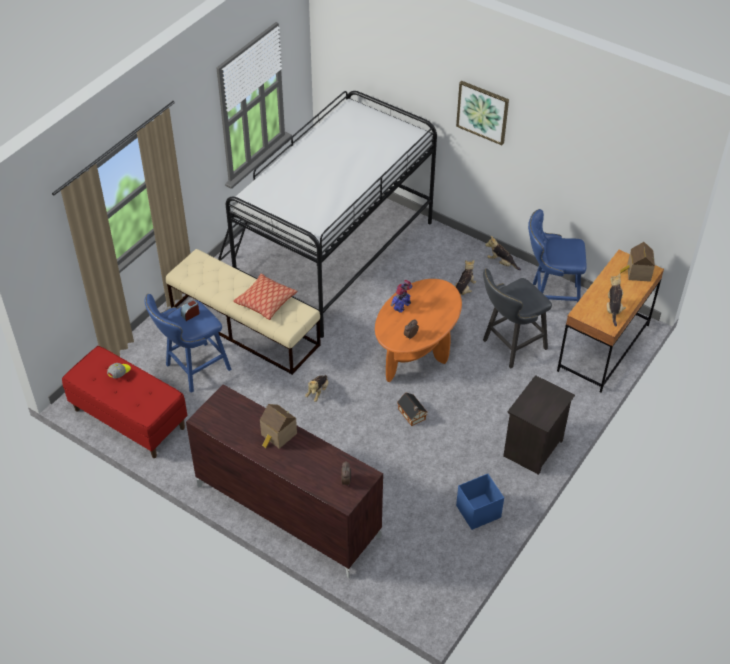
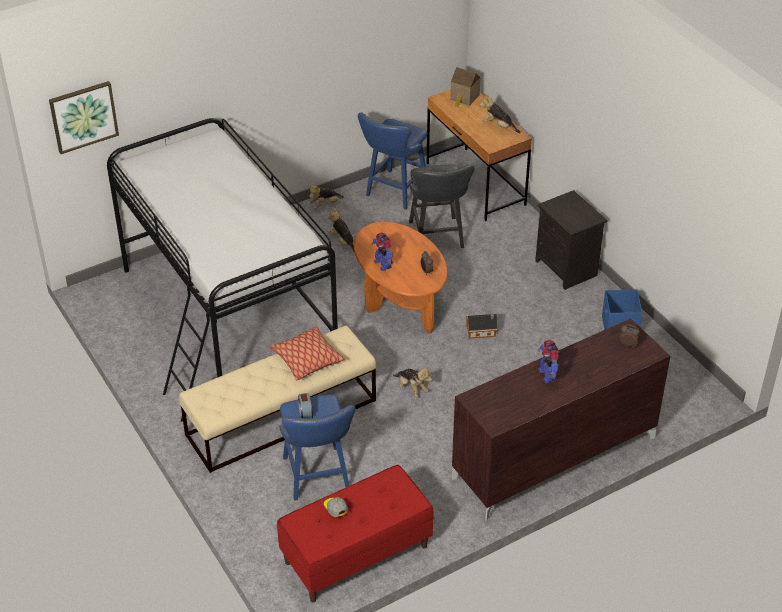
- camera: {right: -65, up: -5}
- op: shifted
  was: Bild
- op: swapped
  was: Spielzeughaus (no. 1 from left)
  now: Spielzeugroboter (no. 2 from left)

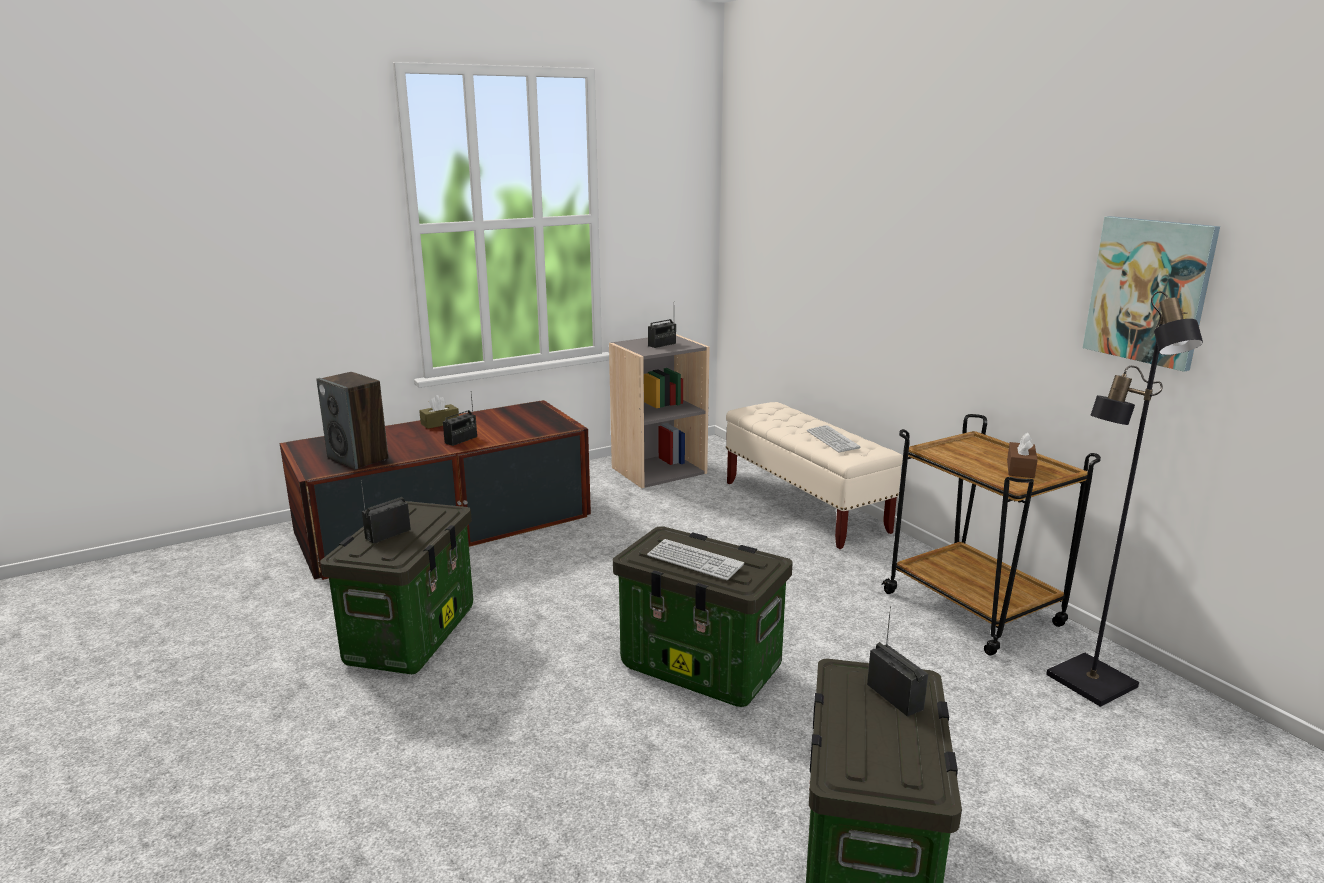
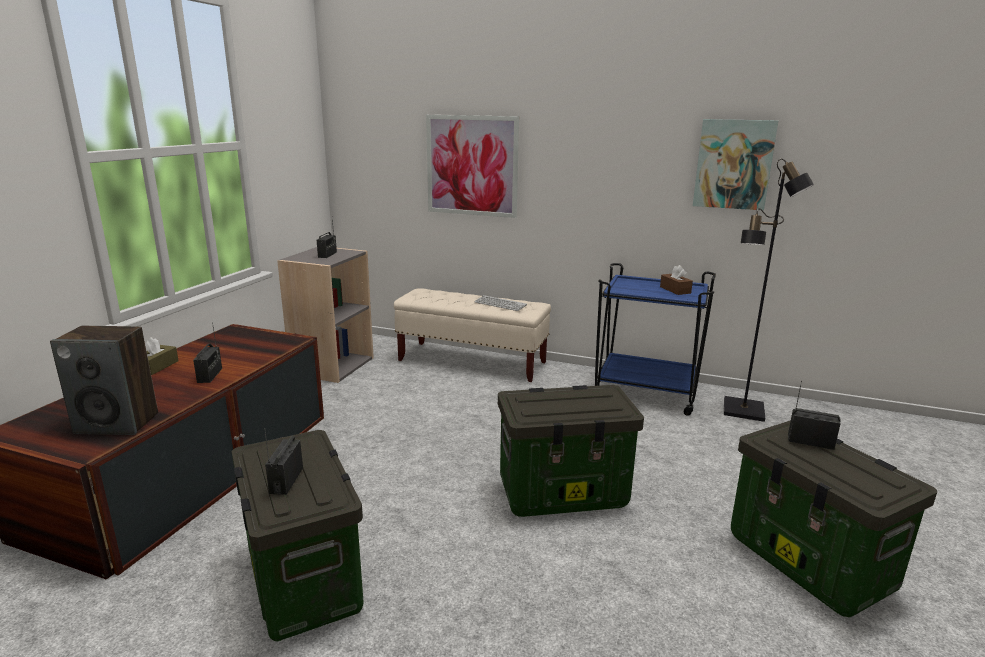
- camera: {right: -40, up: 0}
- op: new
  now: Bild (no. 1 from left)
- op: repainted
  was: Rollwagen (braun)
  now: Rollwagen (blau)
- op: gone
  was: Tastatur (no. 1 from left)

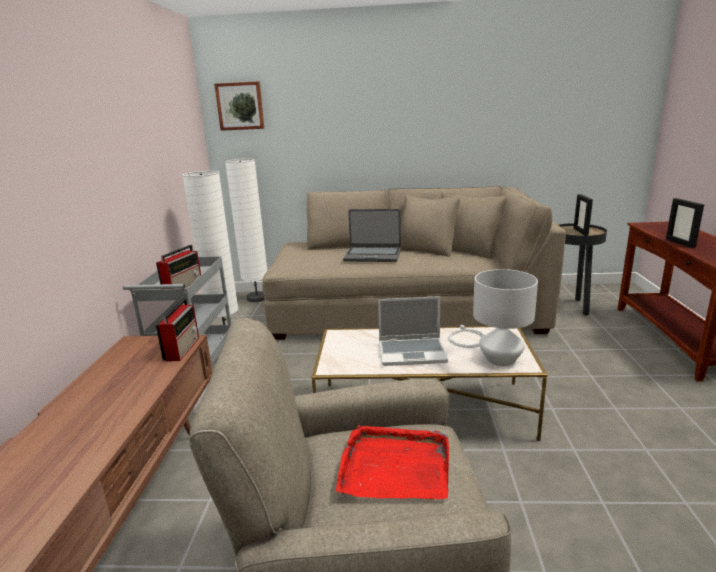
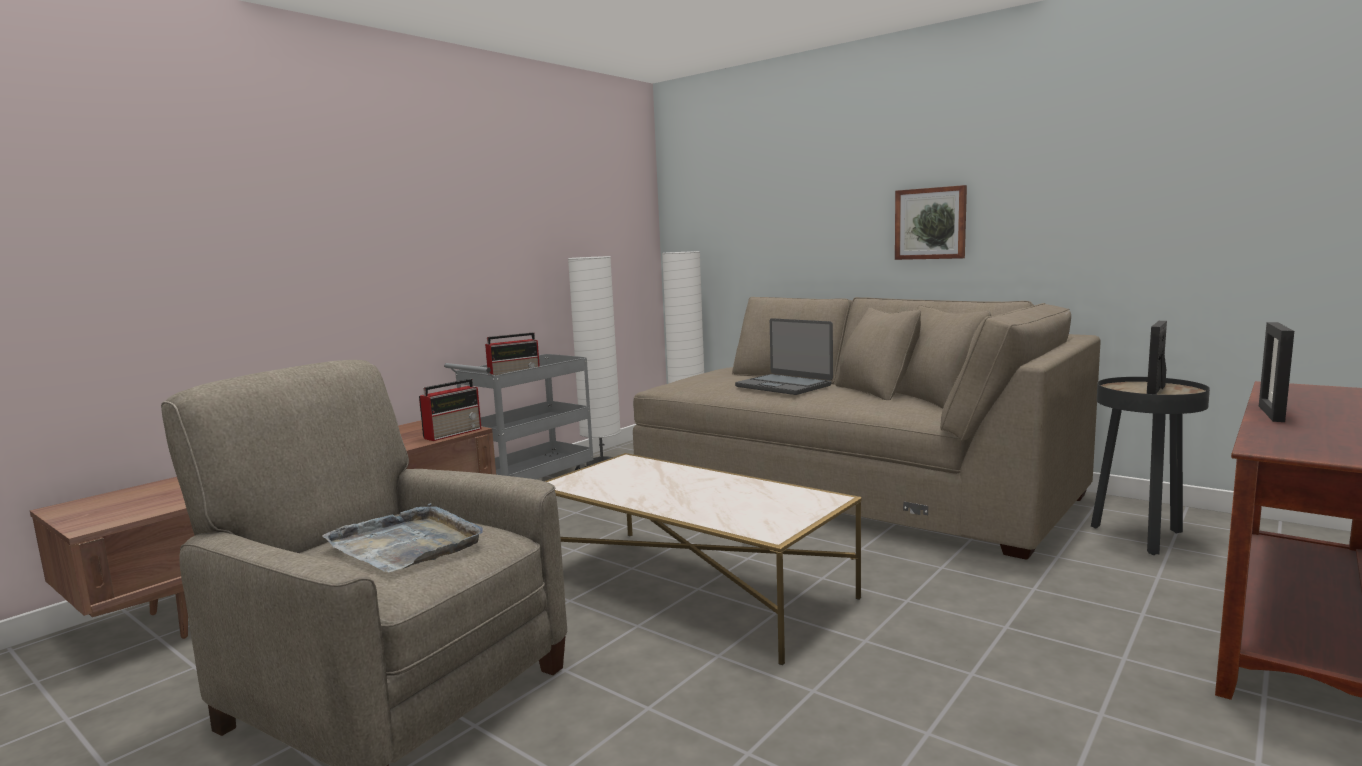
- camera: {right: 35, up: -10}
- op: repainted
  was: Tablett (rot)
  now: Tablett (grau)
- op: shifted
  was: Bild
- op: gone
  was: Laptop (no. 2 from left)
- op: gone
  was: Tischlampe (weiß)

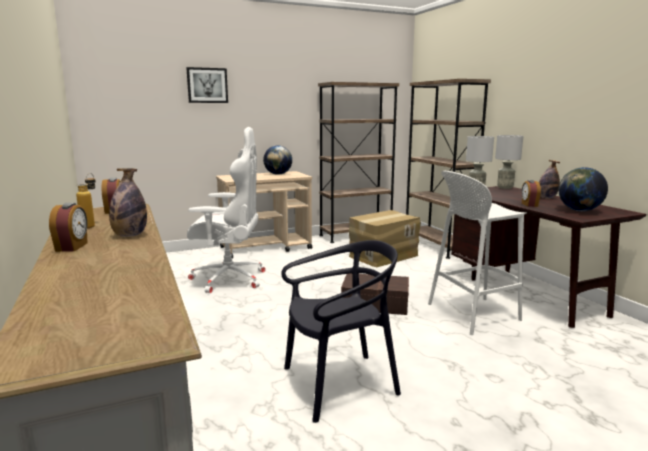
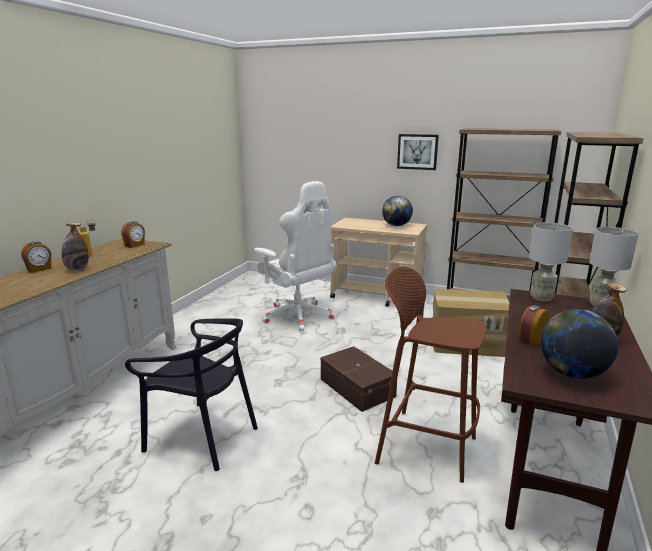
- camera: {right: 45, up: 5}
- op: repainted
  was: Hocker (weiß)
  now: Hocker (braun)
- op: shifted
  was: Bild

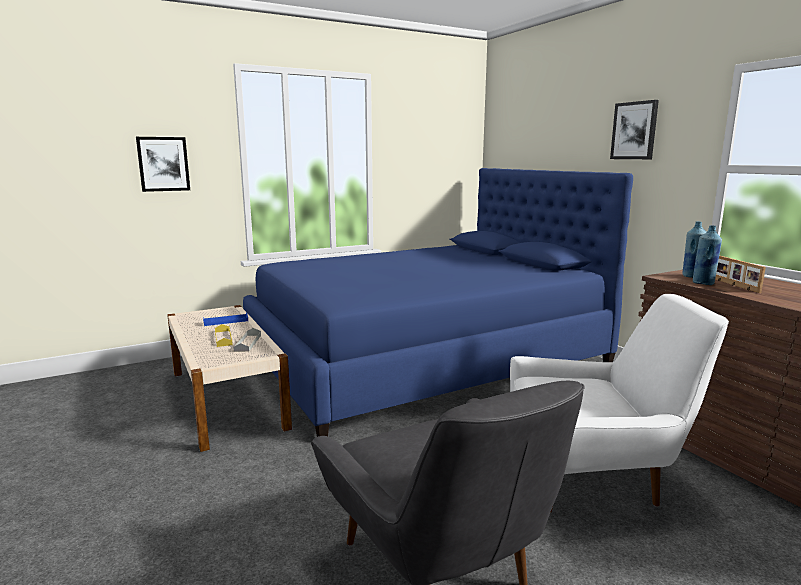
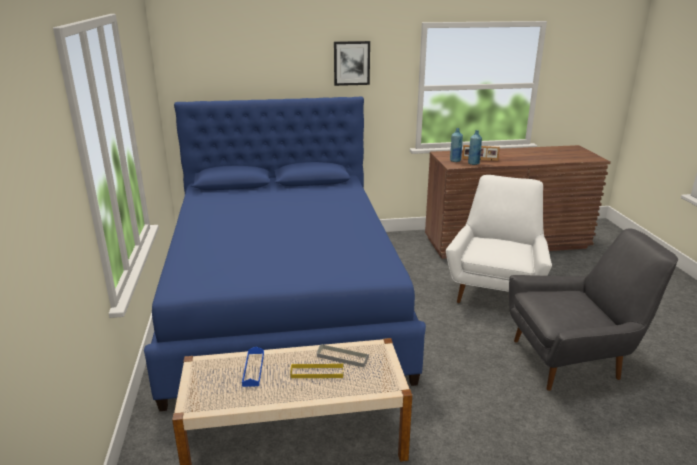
- camera: {right: -70, up: 10}
- op: gone
  was: Bild (no. 1 from left)

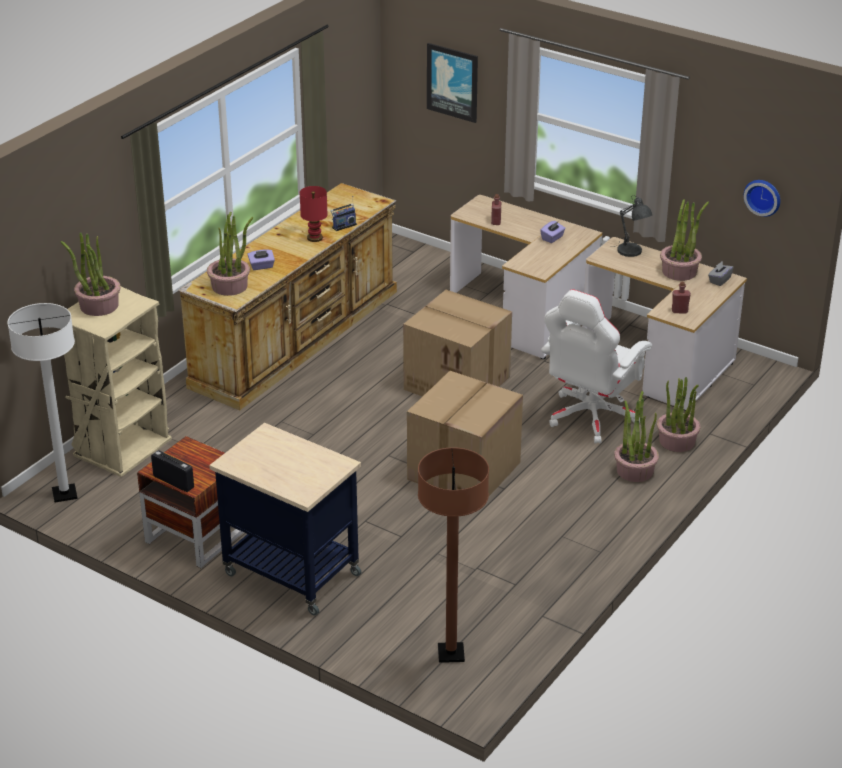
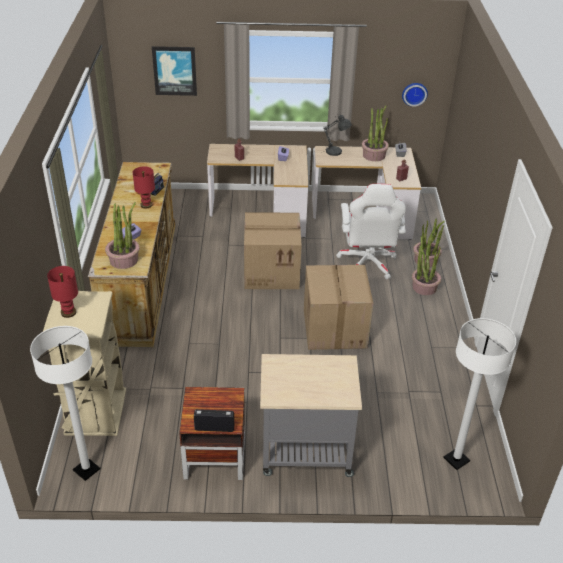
- camera: {right: -35, up: 5}
- op: swapped
  was: Topfpflanze (no. 1 from left)
  now: Tischlampe (rot) (no. 1 from left)
- op: repainted
  was: Rollwagen (blau)
  now: Rollwagen (grau)
- op: repainted
  was: Stehlampe (braun)
  now: Stehlampe (weiß) (no. 2 from left)

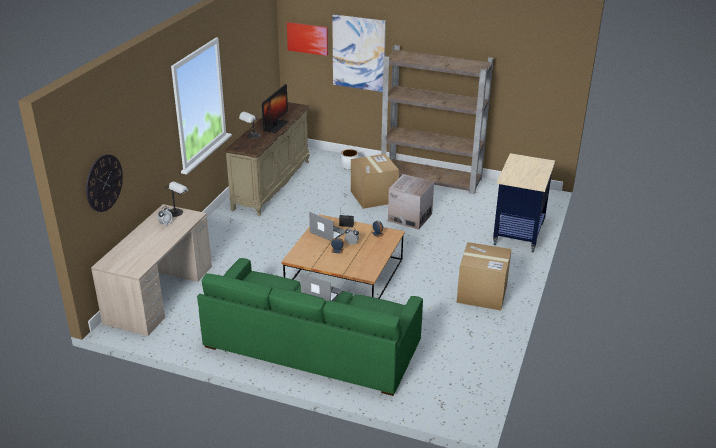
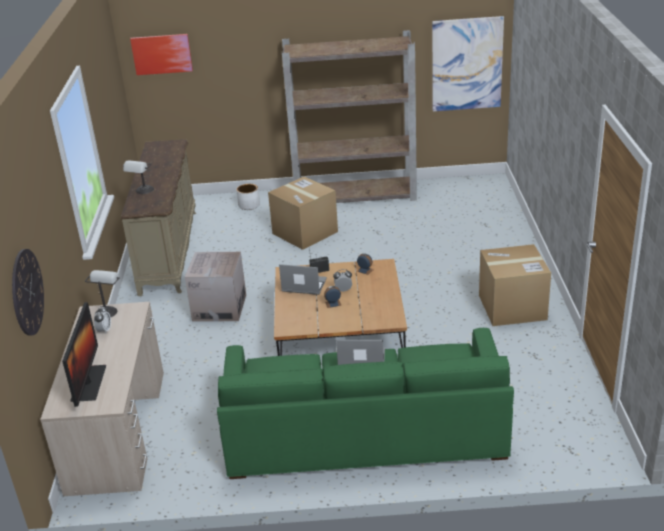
- camera: {right: -20, up: 0}
- op: shifted
  was: Monitor
- op: shifted
  was: Karton (no. 2 from left in the first image)
  now: Karton (no. 1 from left)
- op: shifted
  was: Bild (no. 2 from left)
- op: gone
  was: Rollwagen (blau)

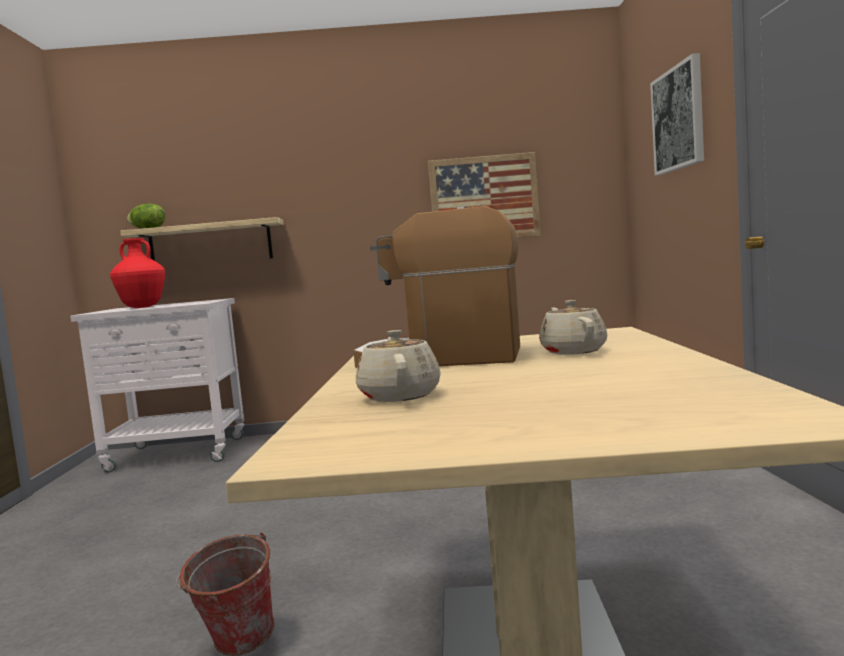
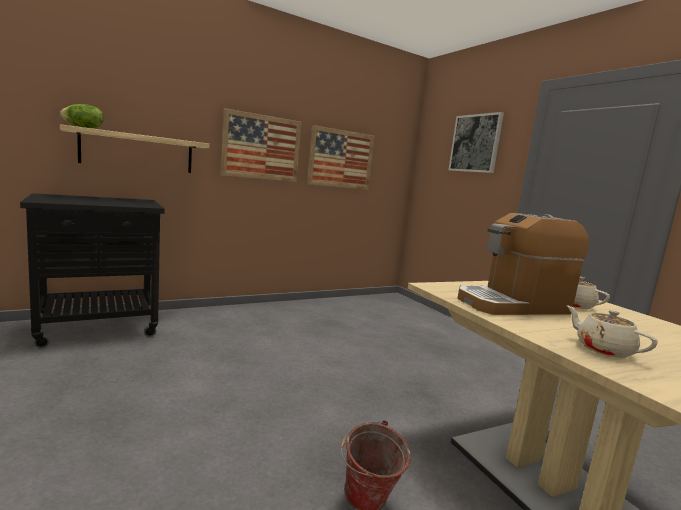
- camera: {right: -30, up: 5}
- op: repainted
  was: Rollwagen (weiß)
  now: Rollwagen (schwarz)
- op: new
  now: Bild (no. 1 from left)
- op: gone
  was: Vase (rot)

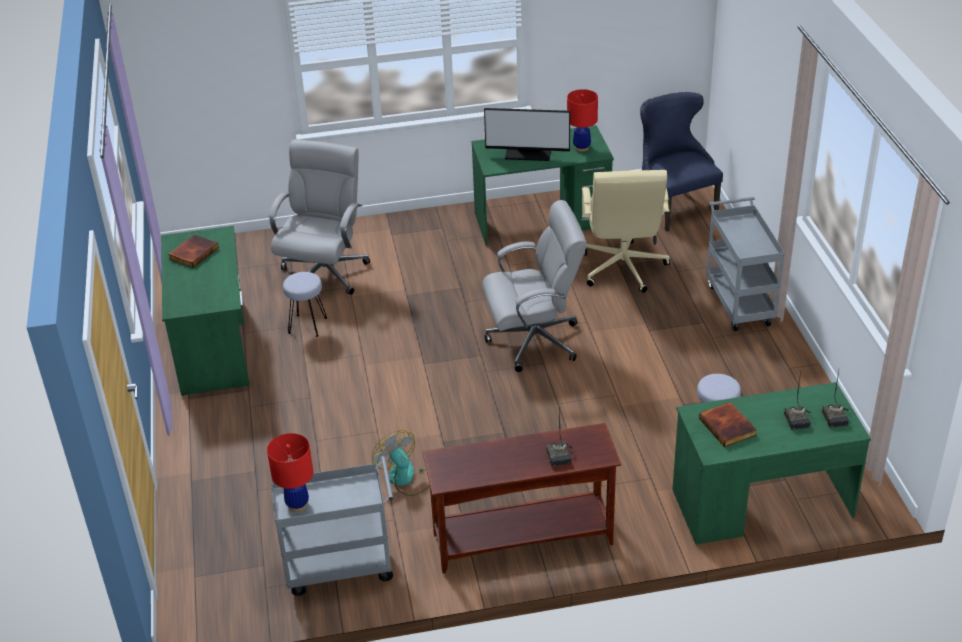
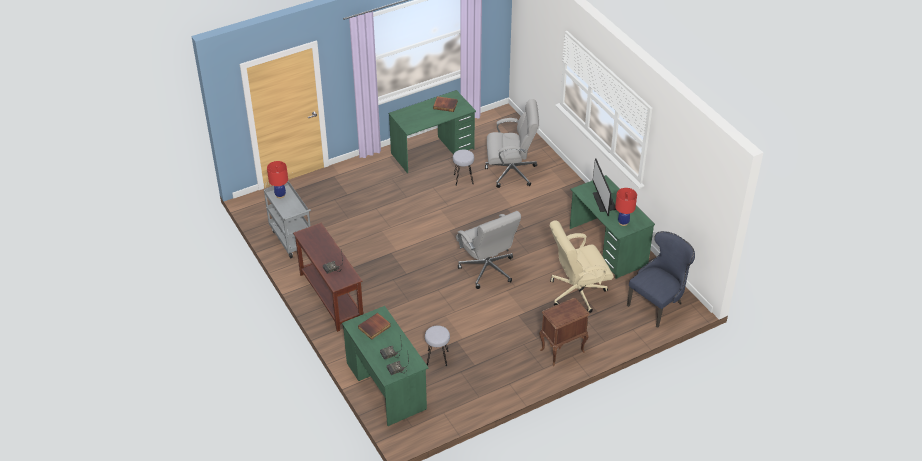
- camera: {right: 70, up: 5}
- op: swapped
  was: Rollwagen (grau) (no. 2 from left)
  now: Nachttisch (braun)
- op: gone
  was: Ventilator

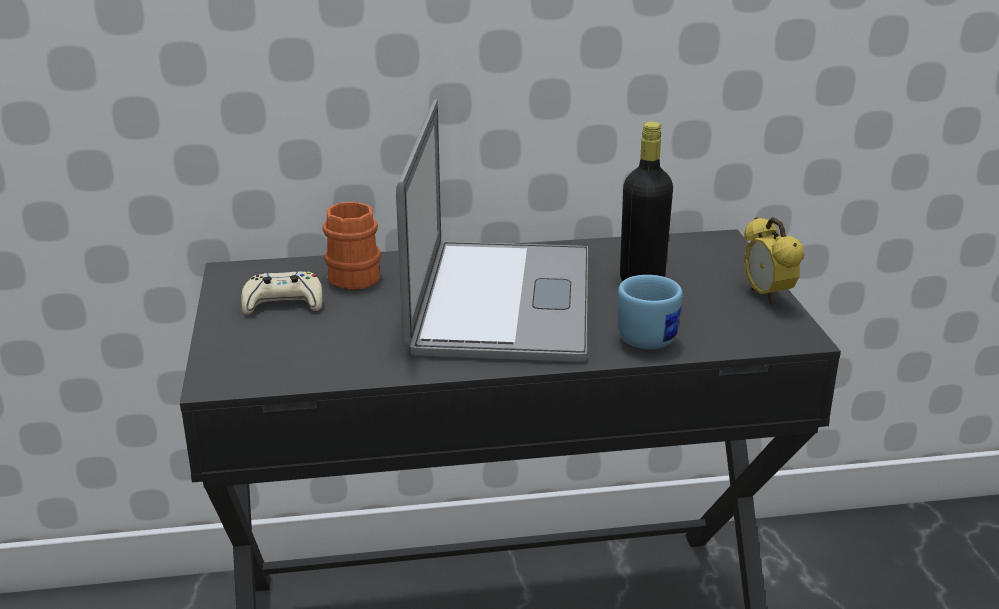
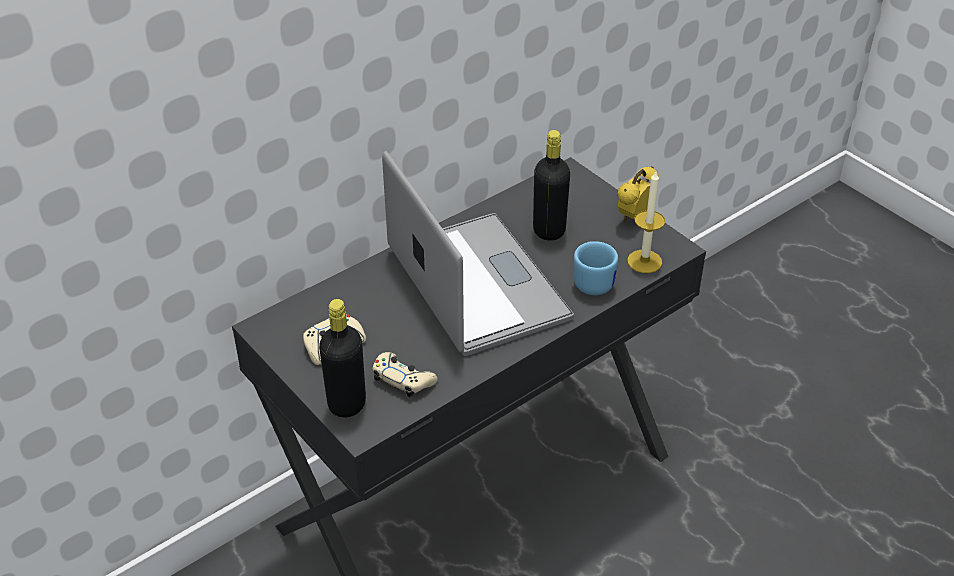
- camera: {right: -30, up: 15}
- op: new
  now: Flasche (schwarz) (no. 1 from left)
- op: new
  now: Gamepad (beige) (no. 2 from left)
- op: rotated
  was: Wecker
  clockwise: 90
- op: new
  now: Kerze
- op: gone
  was: Henkelbecher (orange)

